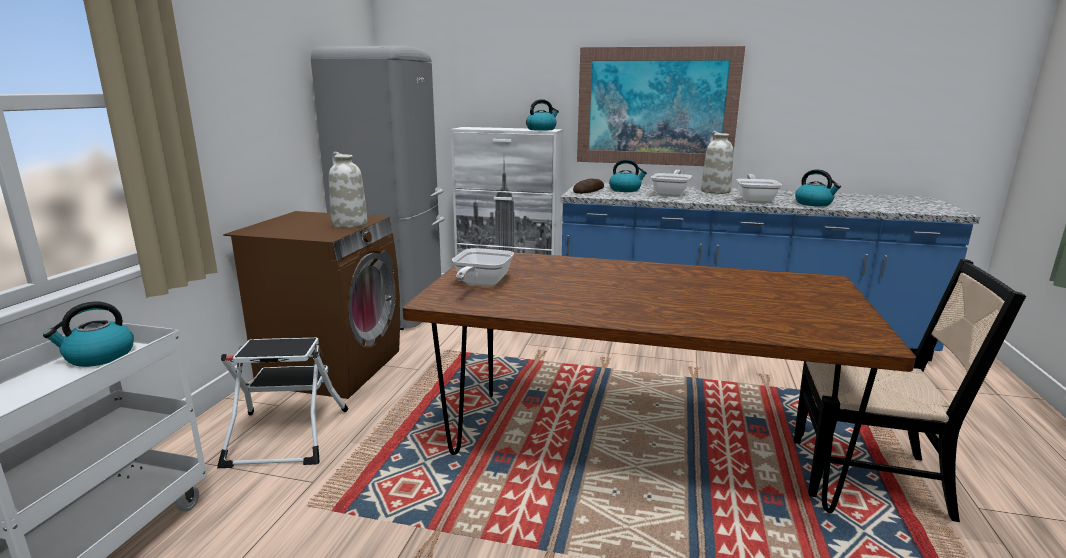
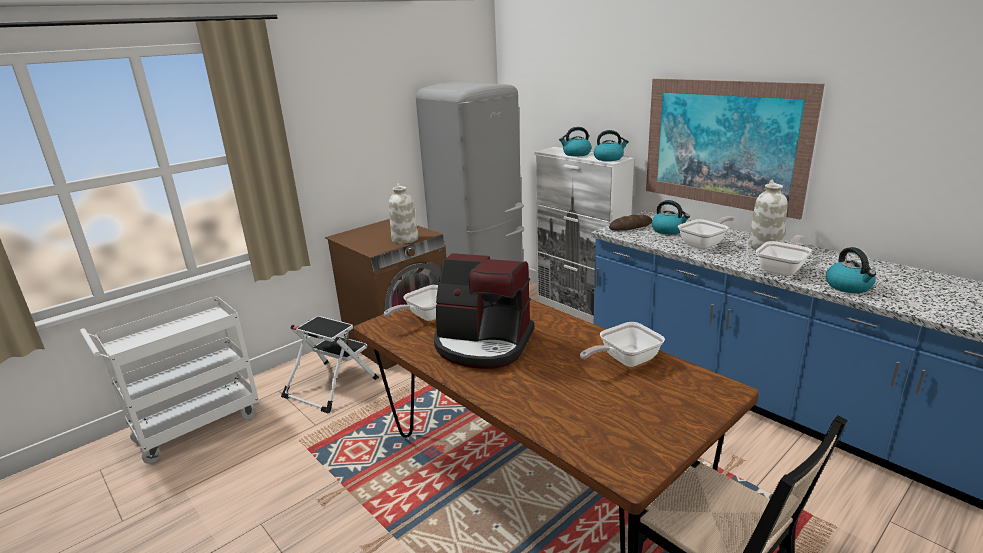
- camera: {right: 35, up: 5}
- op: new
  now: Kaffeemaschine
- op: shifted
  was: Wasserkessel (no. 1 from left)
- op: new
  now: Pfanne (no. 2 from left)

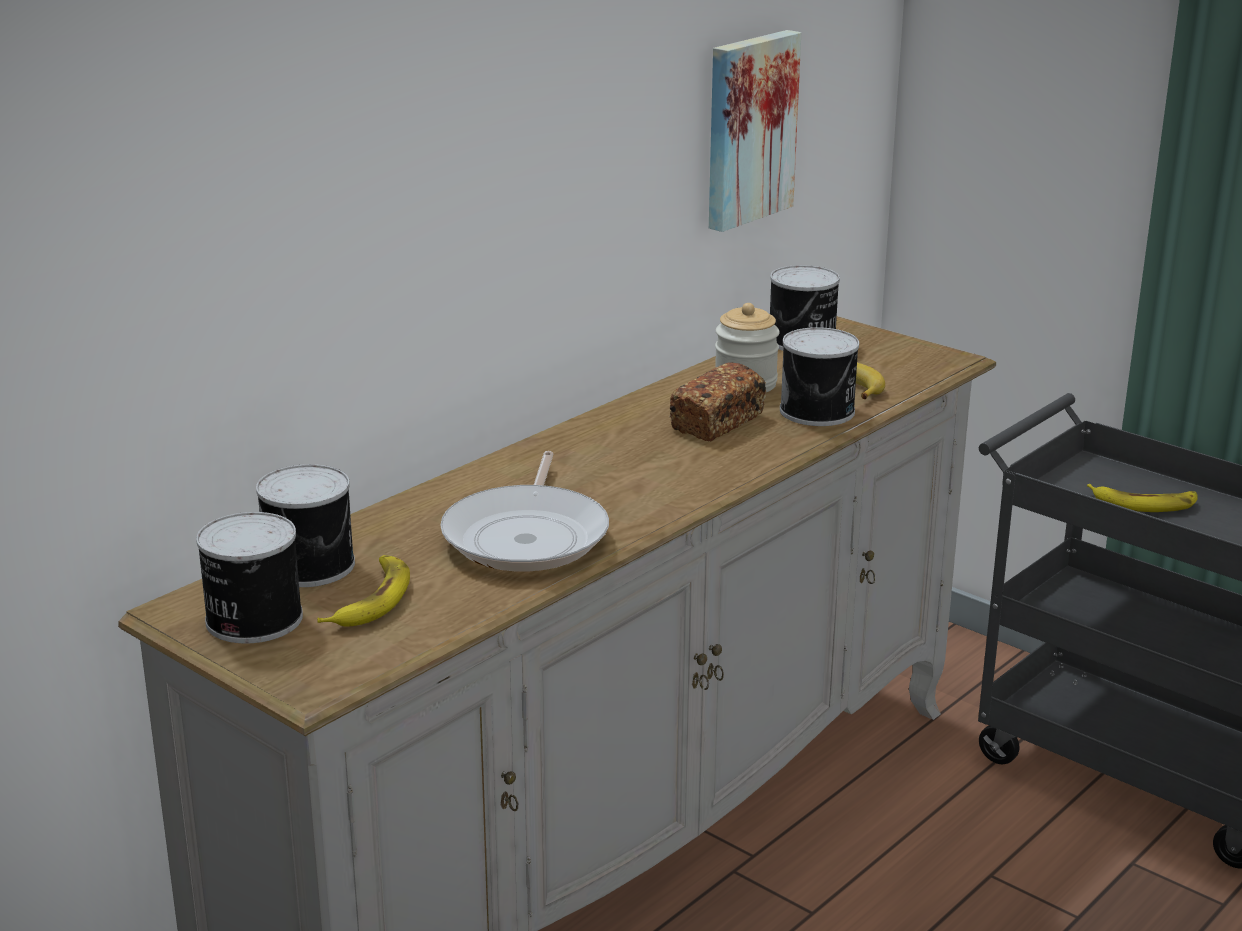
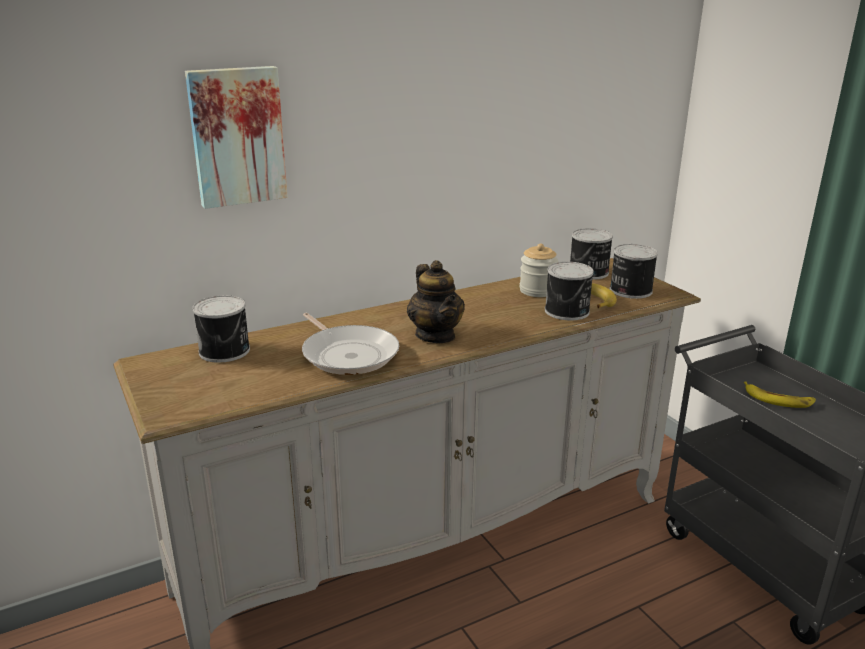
- camera: {right: 20, up: 0}
- op: shifted
  was: Bild
- op: rotated
  was: Pfanne
  clockwise: -60
- op: new
  now: Teekanne
- op: shifted
  was: Dose (no. 1 from left in the first image)
  now: Dose (no. 4 from left)
- op: gone
  was: Banane (no. 1 from left)
- op: gone
  was: Brot

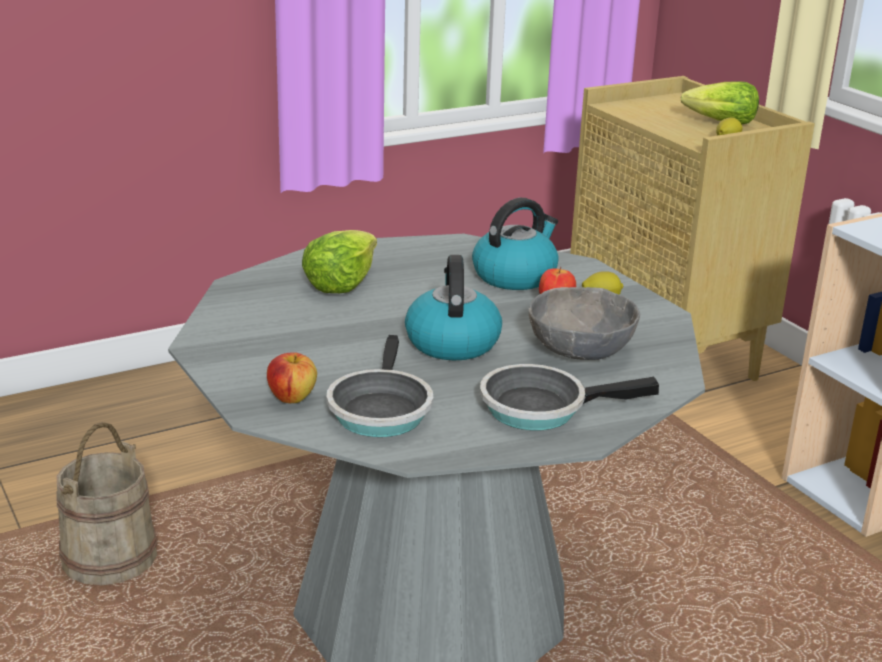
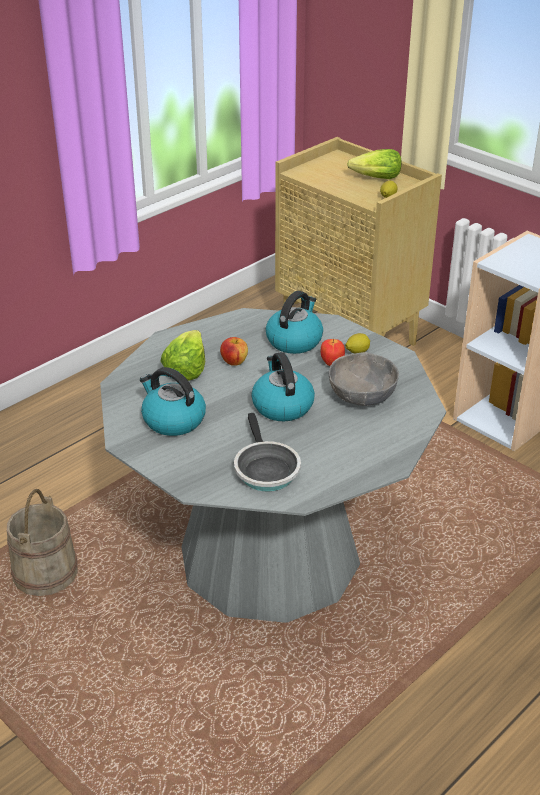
- camera: {right: -15, up: 10}
- op: new
  now: Wasserkessel (no. 1 from left)
- op: shifted
  was: Apfel (no. 1 from left)
- op: gone
  was: Pfanne (no. 2 from left)

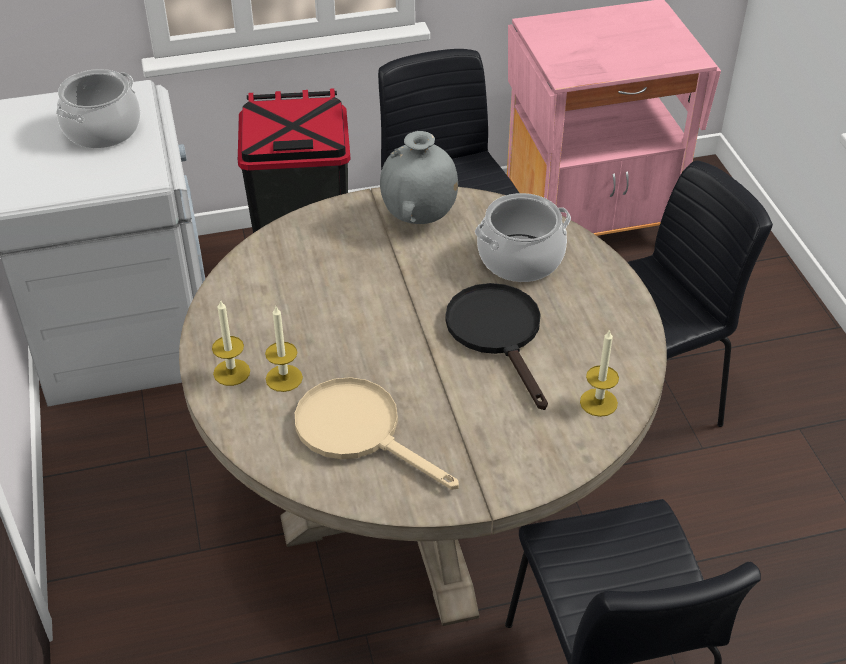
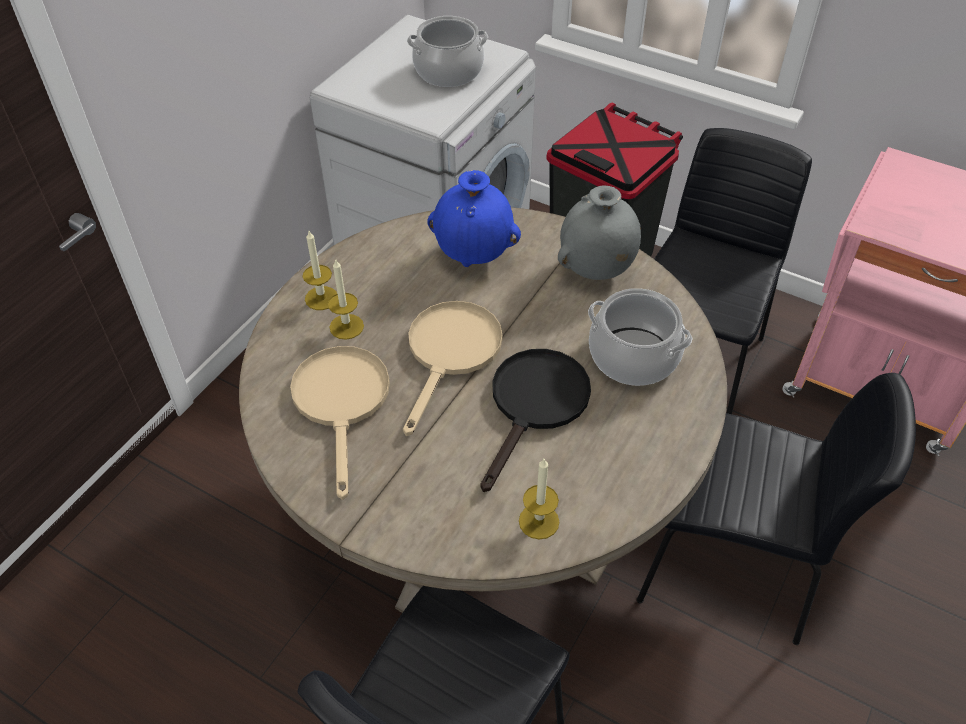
- camera: {right: 45, up: 5}
- op: new
  now: Pfanne (beige) (no. 2 from left)
- op: new
  now: Vase (blau)

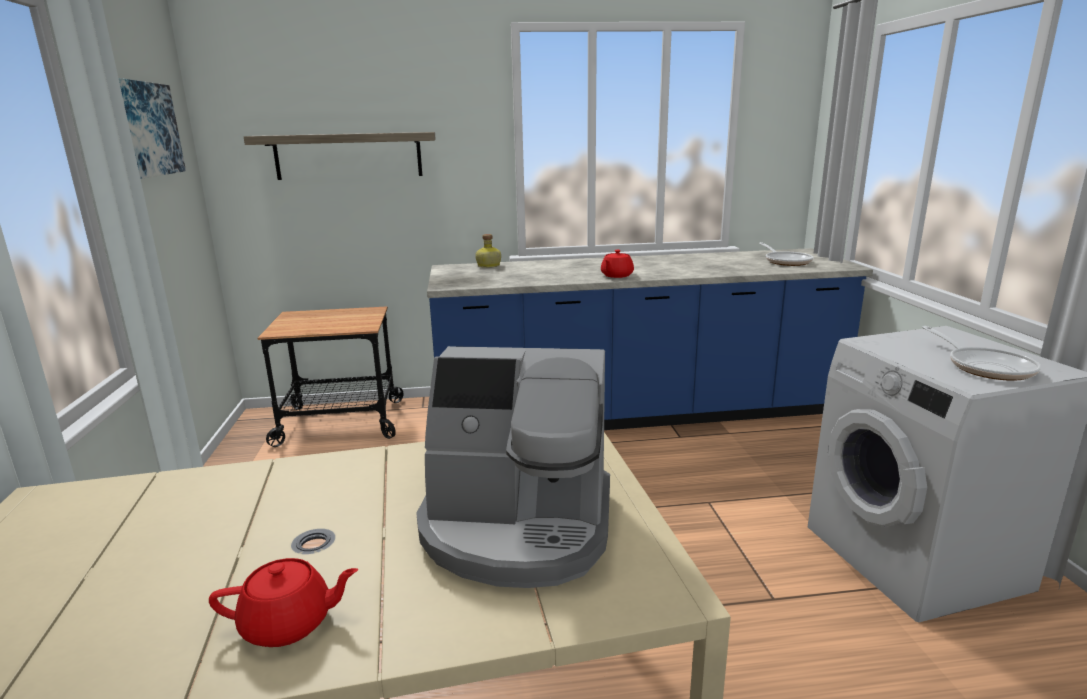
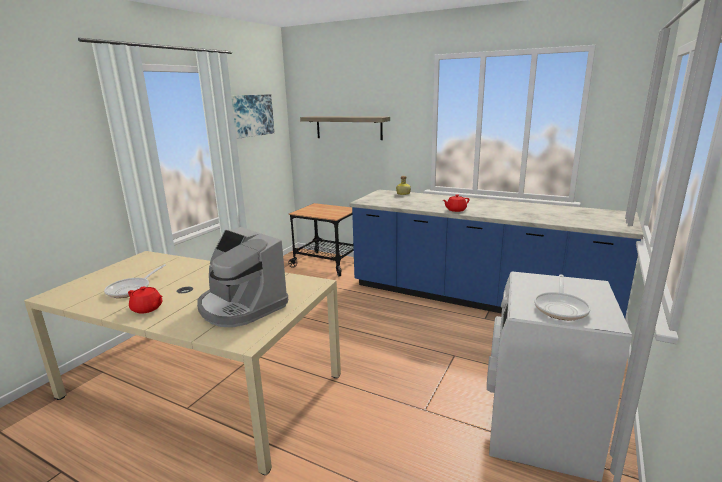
- camera: {right: 35, up: 0}
- op: shifted
  was: Pfanne (no. 1 from left)

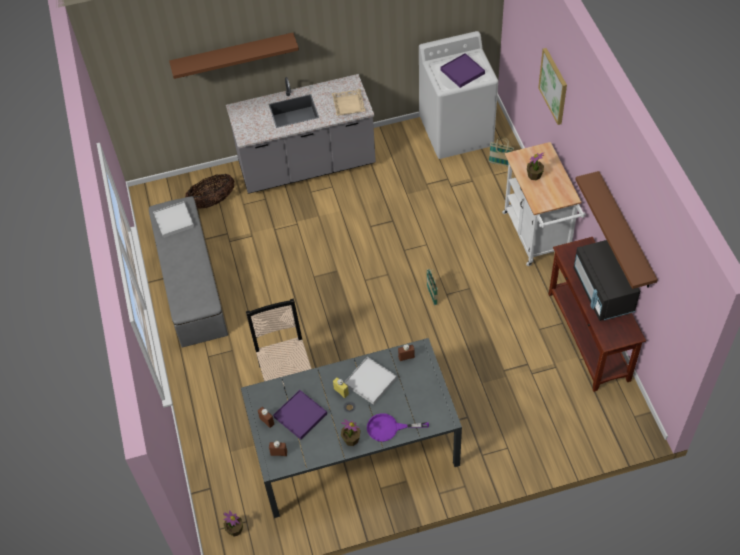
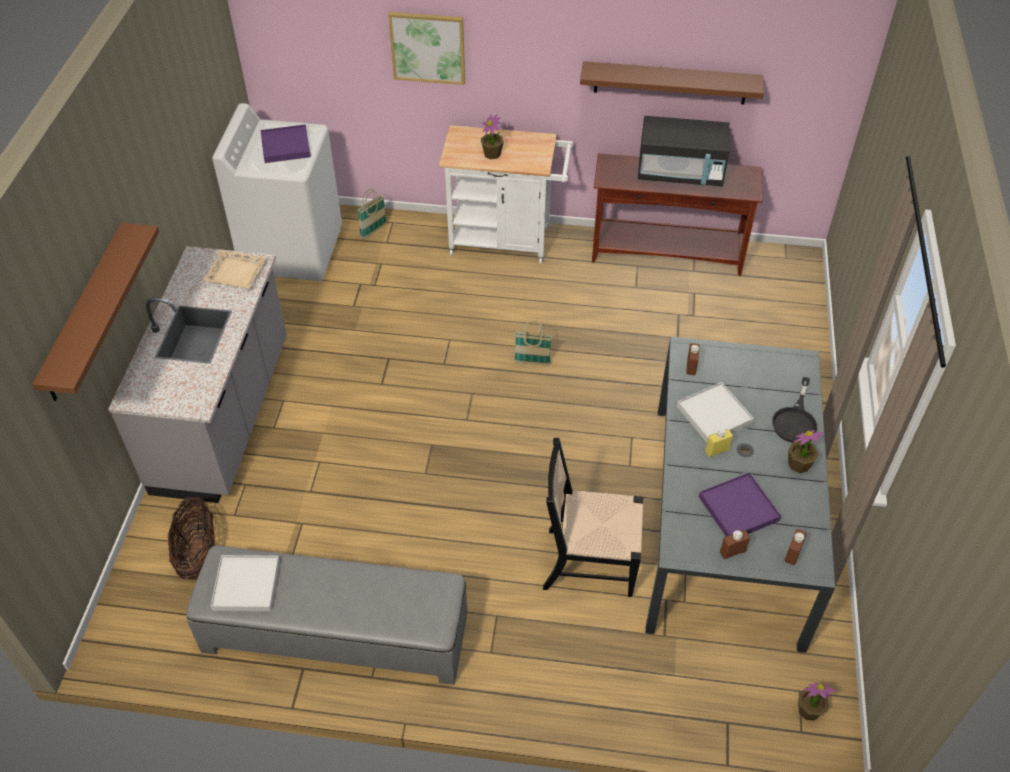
- camera: {right: -70, up: -5}
- op: repainted
  was: Pfanne (lila)
  now: Pfanne (schwarz)

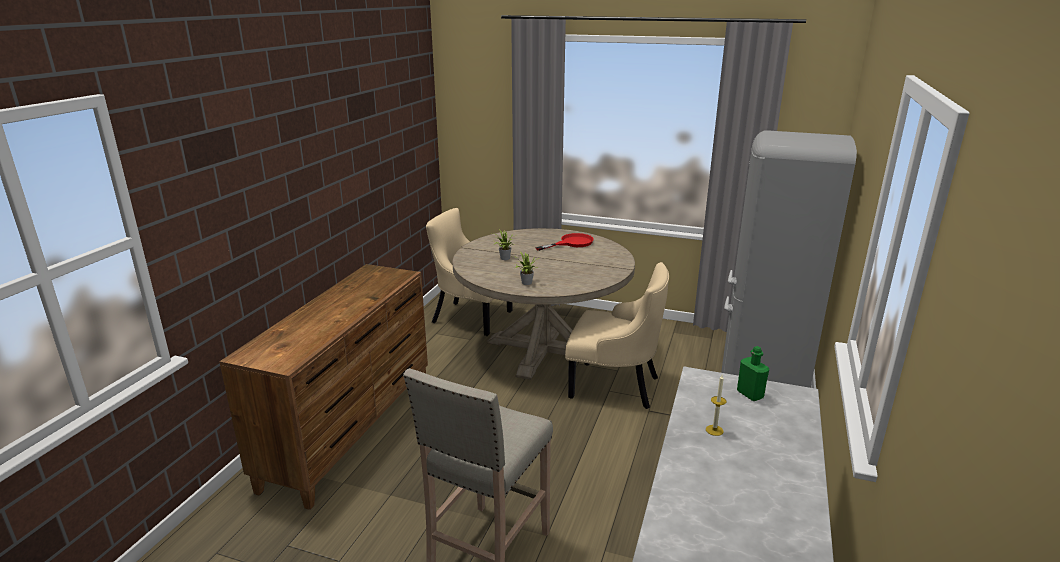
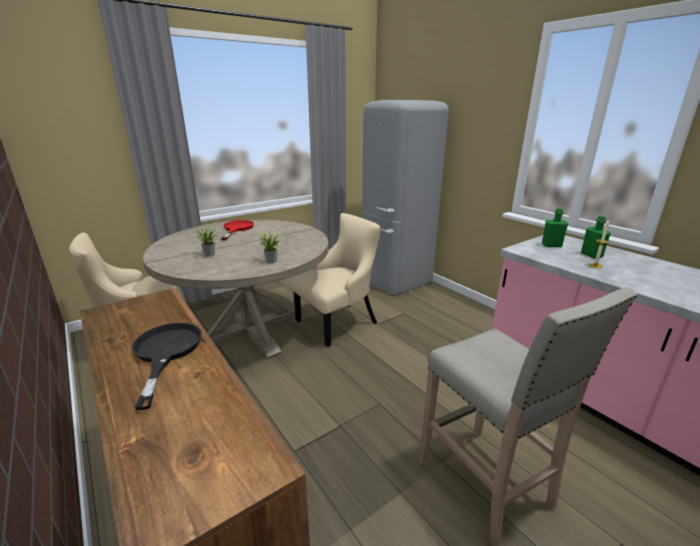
- camera: {right: -55, up: 0}
- op: new
  now: Pfanne (schwarz)
- op: new
  now: Flasche (grün) (no. 2 from left)

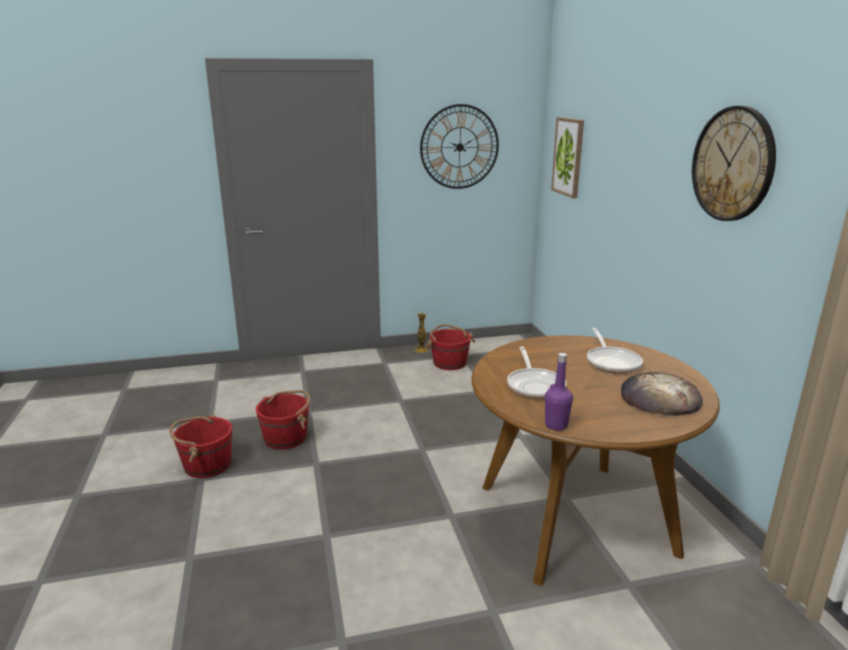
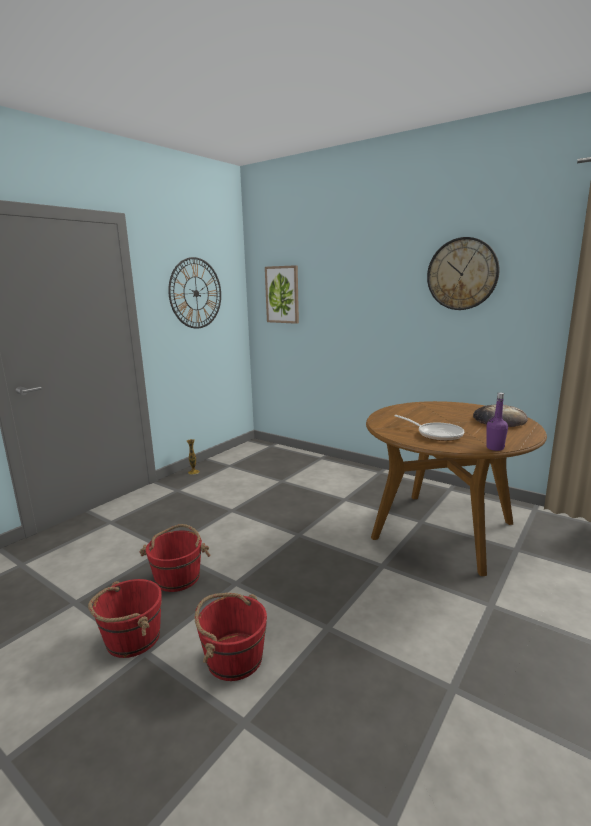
- camera: {right: -40, up: -5}
- op: shifted
  was: Eimer (rot) (no. 3 from left)
- op: gone
  was: Pfanne (no. 2 from left)

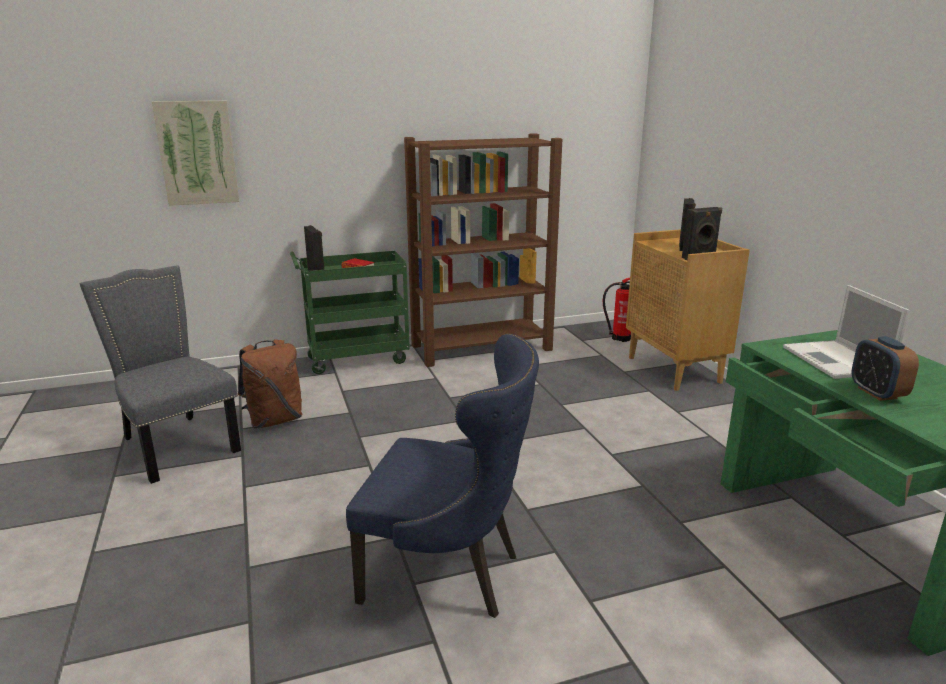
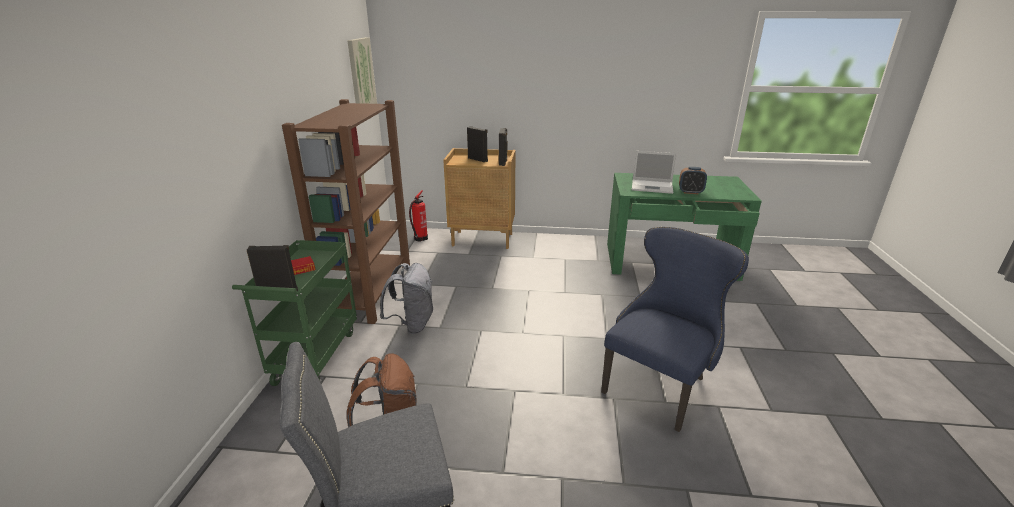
- camera: {right: -65, up: 5}
- op: shifted
  was: Bild
- op: new
  now: Rucksack (grau)

